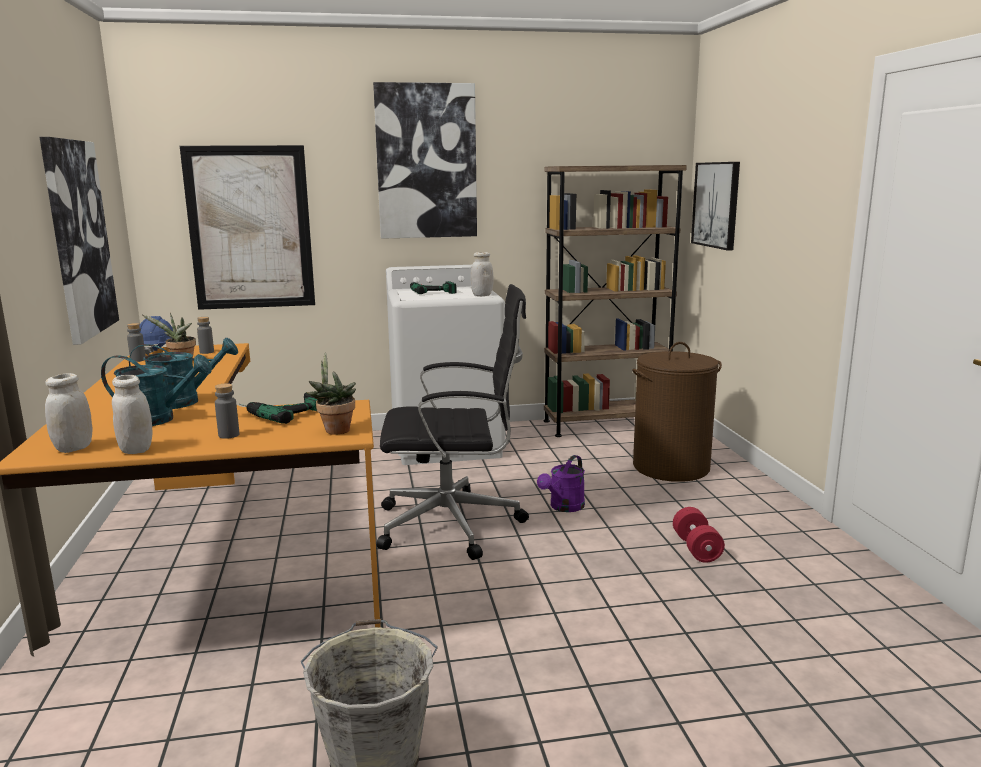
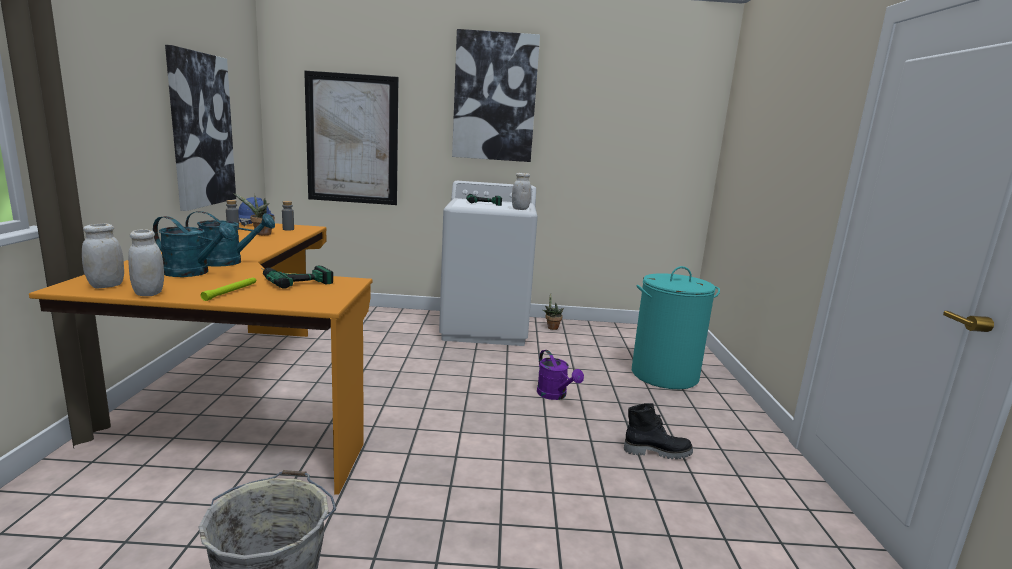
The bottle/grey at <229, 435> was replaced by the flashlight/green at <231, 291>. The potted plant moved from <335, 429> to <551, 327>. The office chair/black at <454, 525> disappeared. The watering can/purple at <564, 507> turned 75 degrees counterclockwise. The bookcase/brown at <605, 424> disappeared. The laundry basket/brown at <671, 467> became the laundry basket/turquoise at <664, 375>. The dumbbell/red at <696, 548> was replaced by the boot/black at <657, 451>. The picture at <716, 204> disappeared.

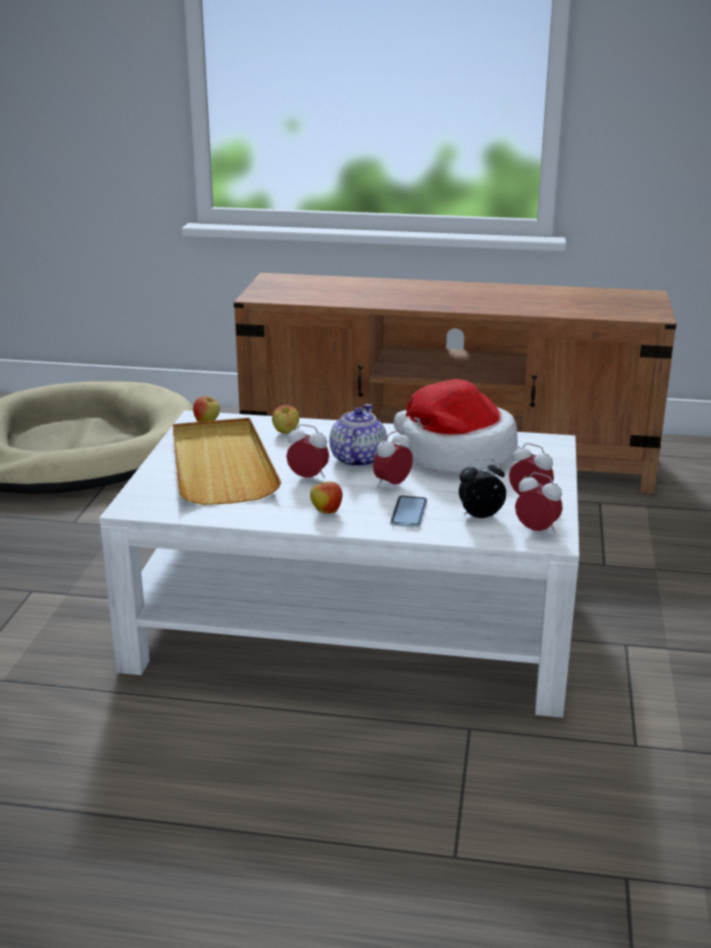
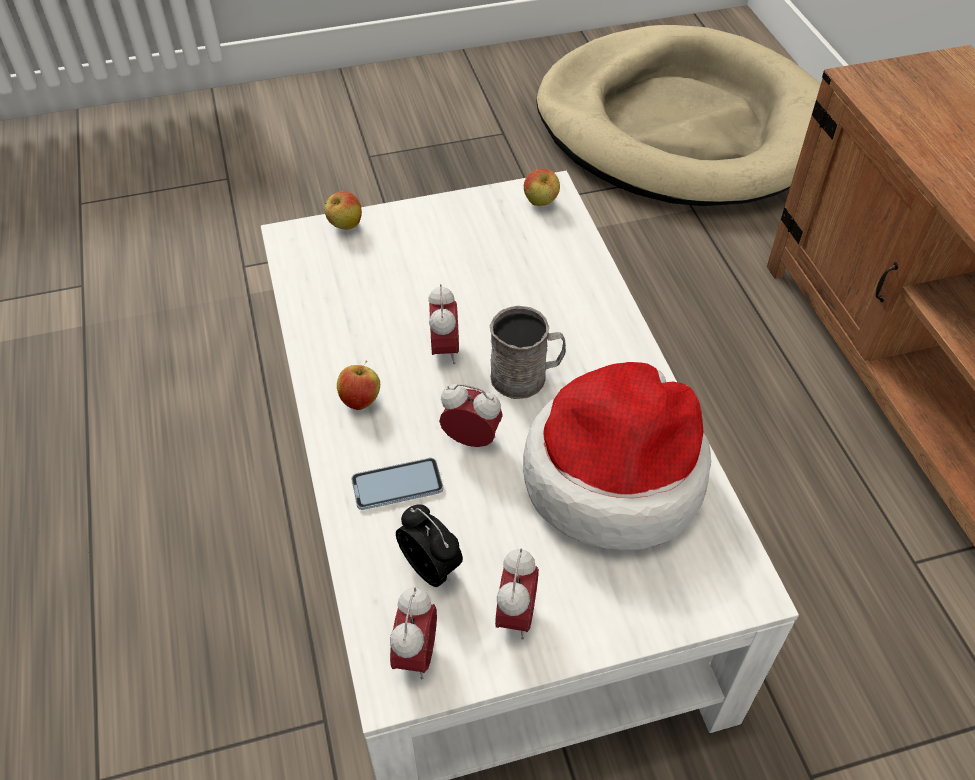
The tray/beige at <221, 465> disappeared. The apple moved from <286, 433> to <345, 226>. The teapot at <357, 459> was replaced by the mug/grey at <526, 376>.

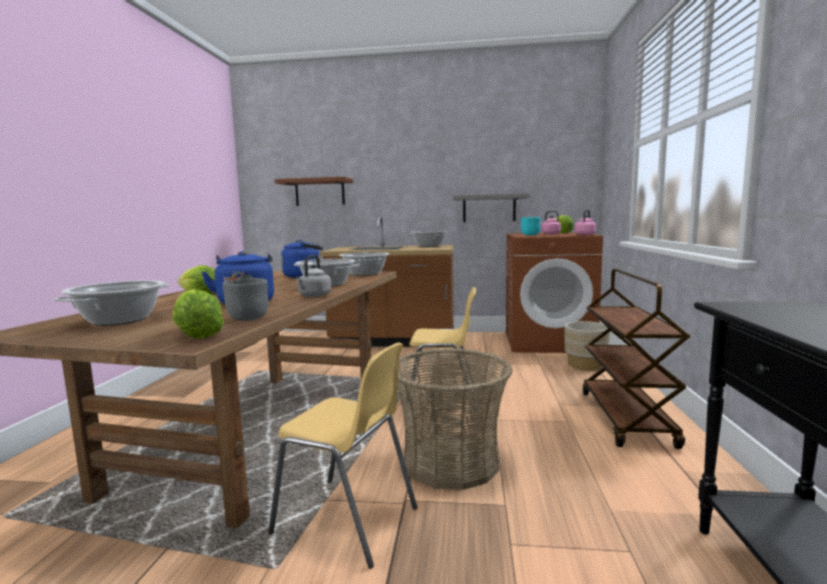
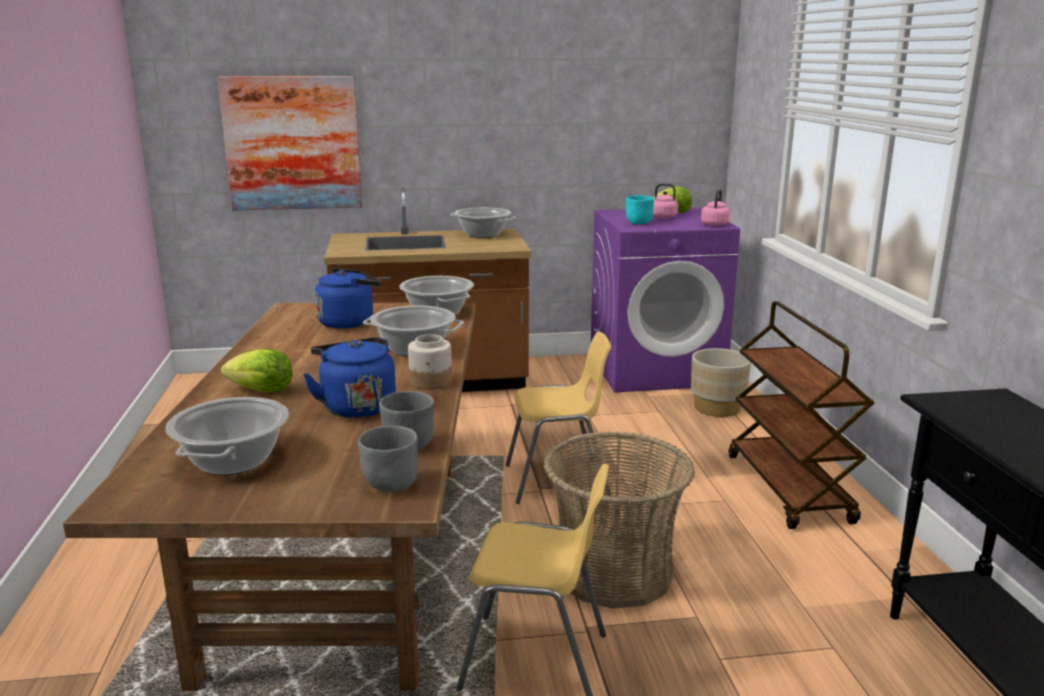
The lettuce at <197, 335> was replaced by the bowl/grey at <390, 486>. The shelf/brown at <320, 192> was replaced by the picture at <292, 143>. The kettle/grey at <314, 296> was replaced by the jar at <431, 382>. The shelf/grey at <489, 208> disappeared. The washing machine/brown at <548, 342> became the washing machine/purple at <656, 370>.

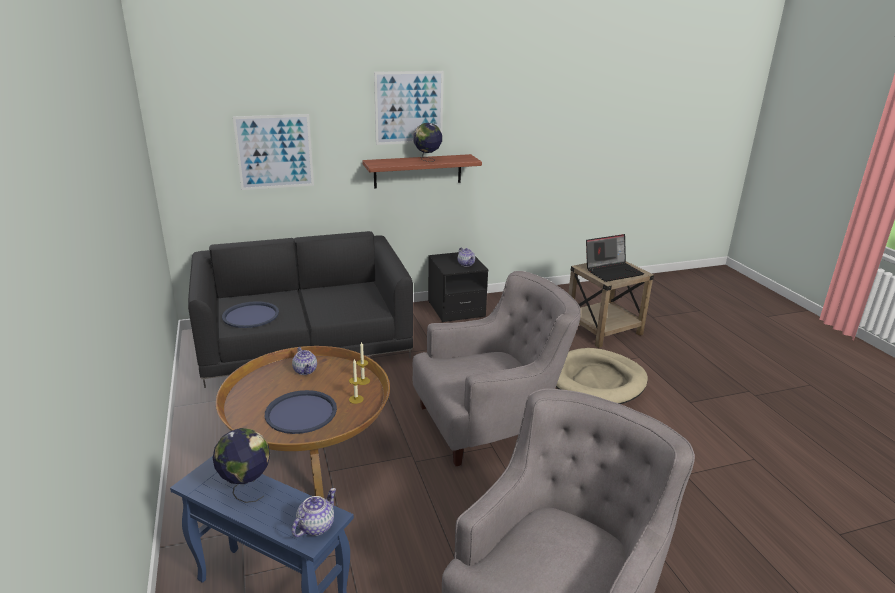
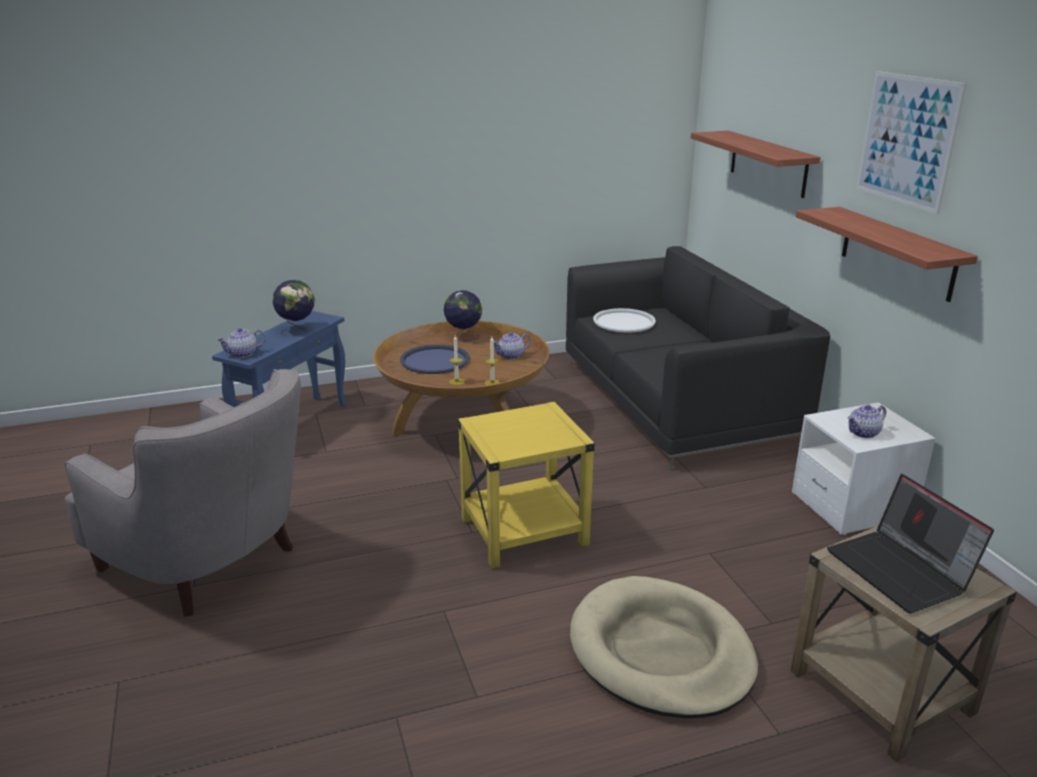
The tray/blue at <251, 315> became the tray/white at <624, 321>. The picture at <274, 152> was replaced by the shelf at <768, 163>. The teapot at <315, 526> turned 120 degrees clockwise. The globe moved from <427, 160> to <463, 337>. The armchair/grey at <490, 422> was replaced by the side table/yellow at <523, 532>. The nightstand/black at <456, 309> became the nightstand/white at <852, 506>.

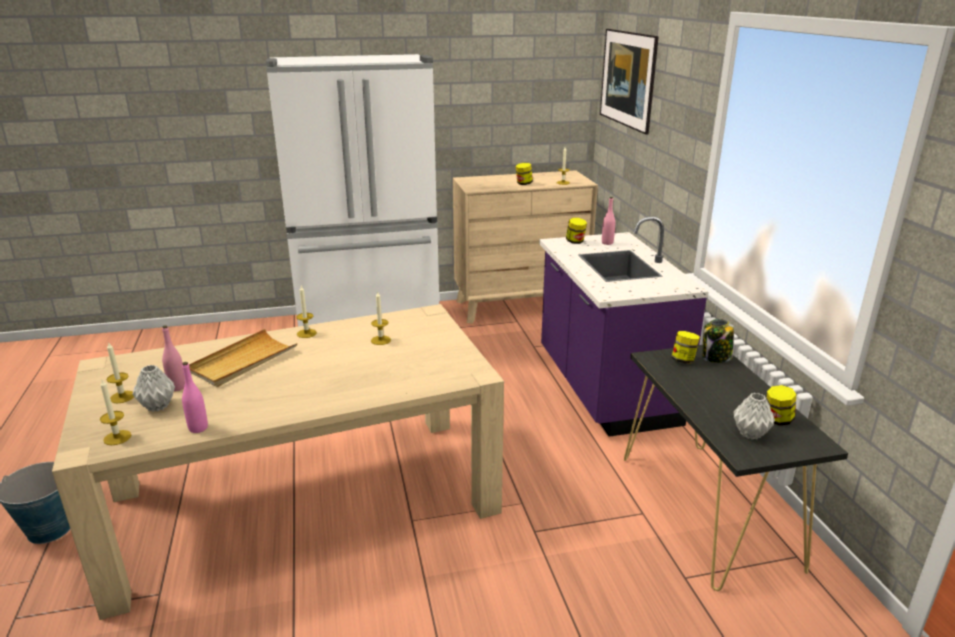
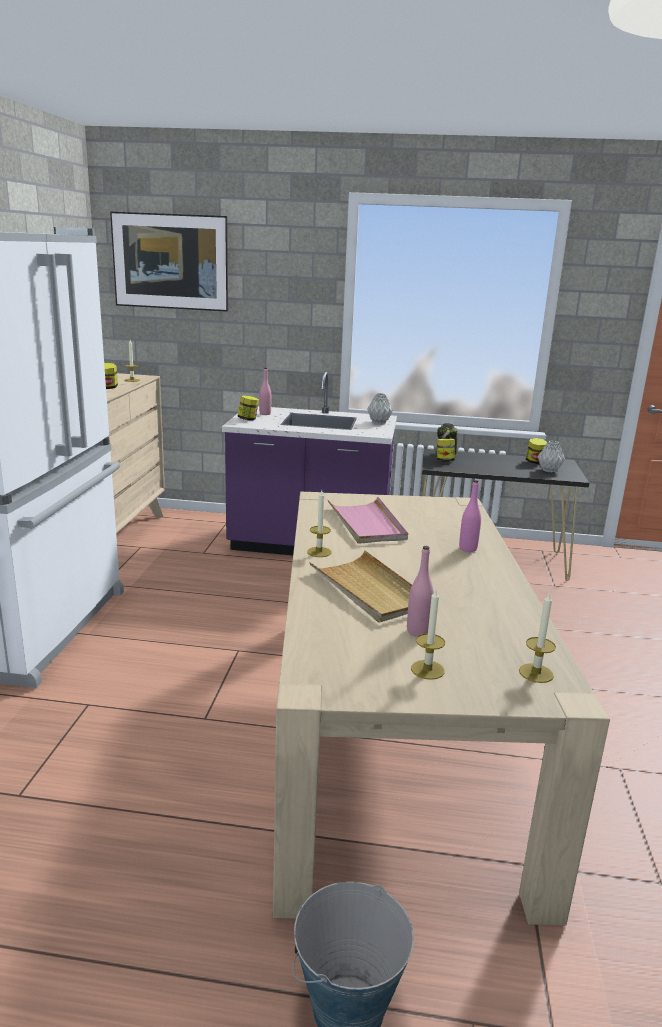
The vase/grey moved from <157, 406> to <378, 422>. The bottle/pink moved from <198, 428> to <468, 549>. The candle at <380, 340> was replaced by the tray/pink at <367, 524>.

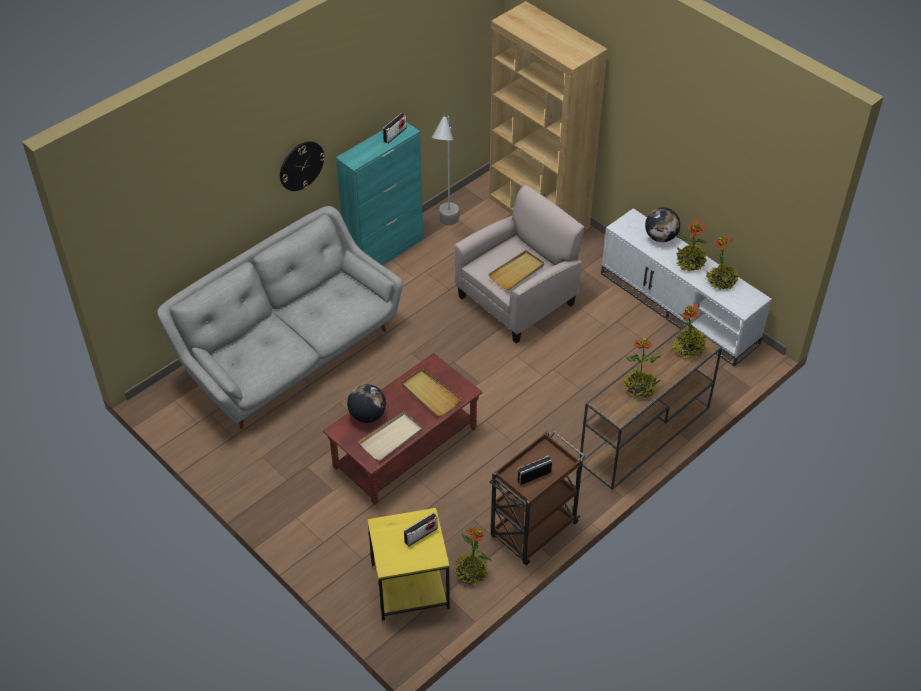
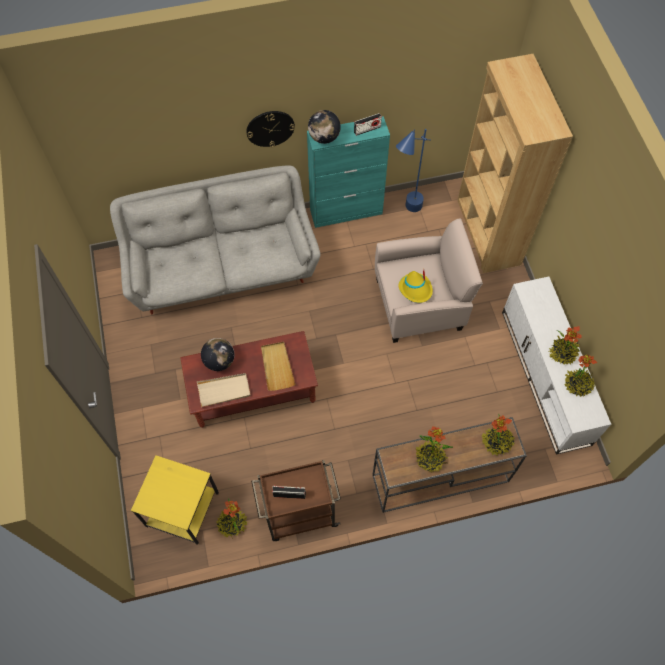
The radio at <421, 535> disappeared. The floor lamp/grey at <446, 230> became the floor lamp/blue at <405, 214>. The tray/beige at <517, 272> was replaced by the hat/yellow at <416, 289>. The globe moved from <660, 237> to <324, 137>.

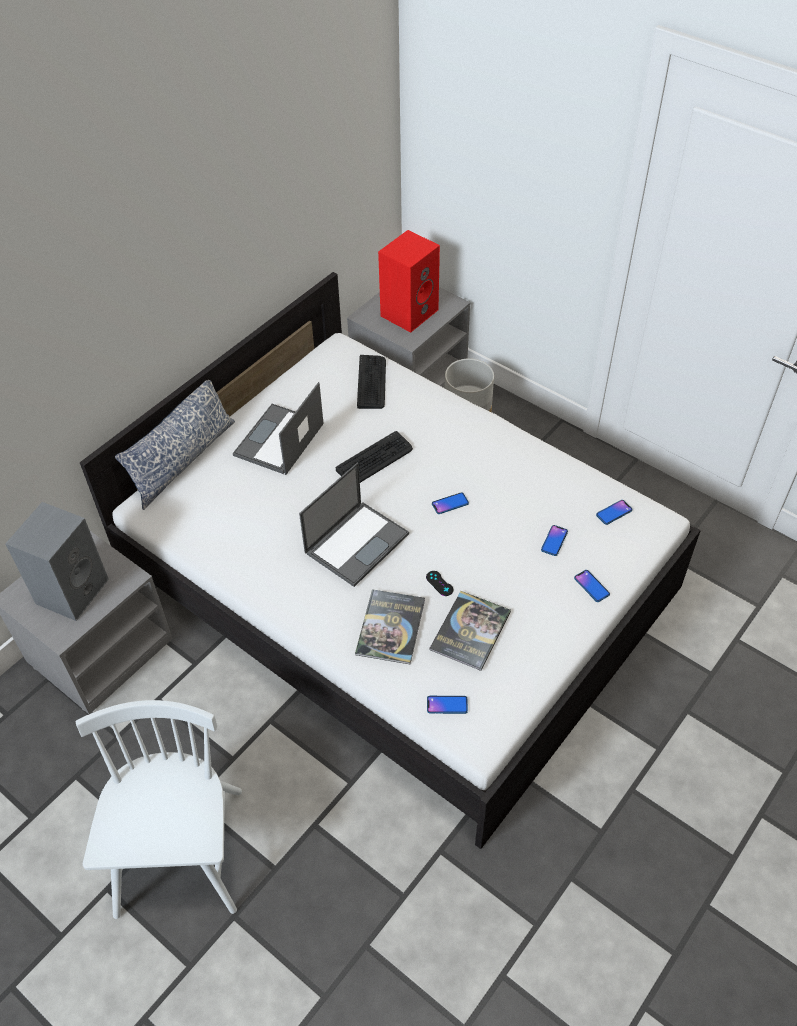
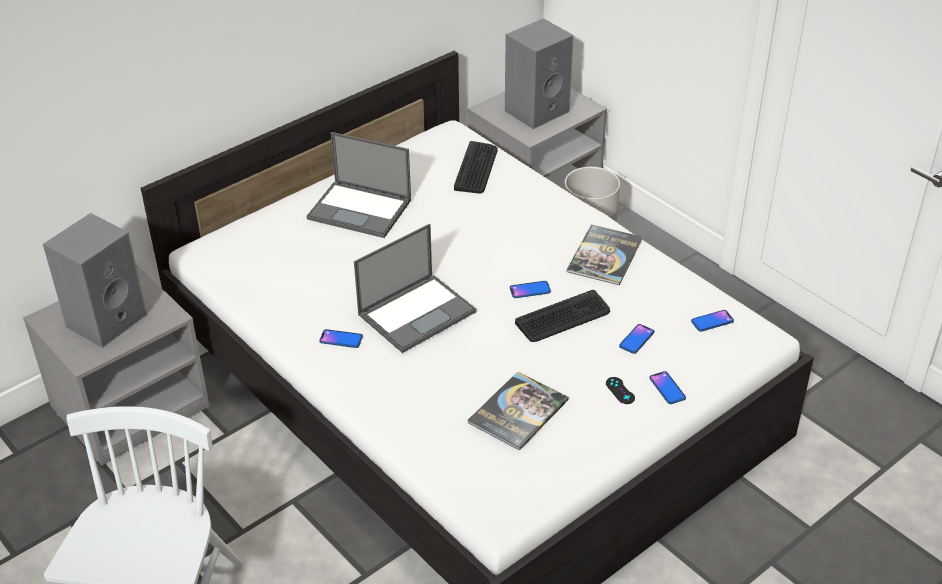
The pillow at <183, 460> disappeared. The laptop at <279, 440> turned 105 degrees counterclockwise. The keyboard moved from <375, 459> to <563, 317>. The book moved from <390, 627> to <604, 256>. The speaker/red at <409, 312> became the speaker/grey at <537, 110>. The game controller/black moved from <439, 583> to <620, 390>. The phone moved from <447, 705> to <341, 339>.

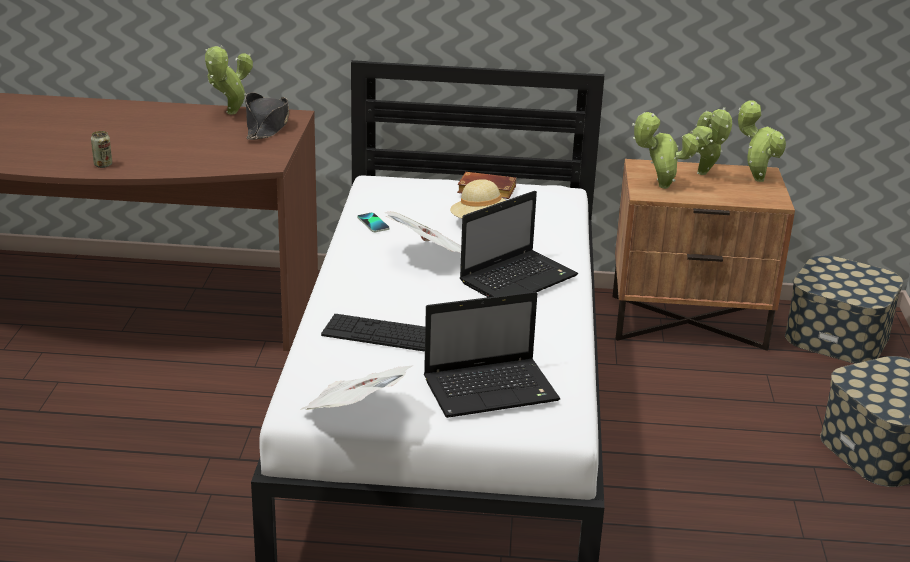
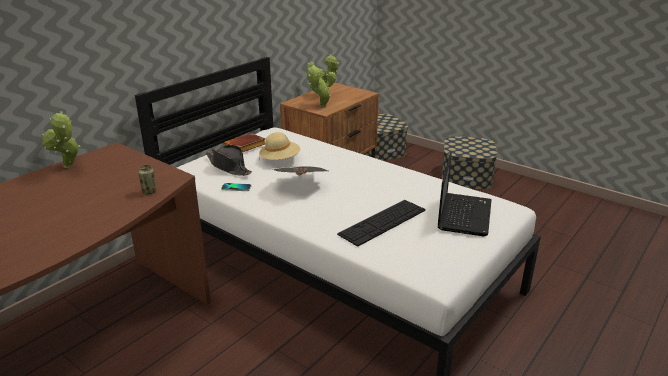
The can moved from <103, 165> to <149, 191>. The hat/black moved from <267, 126> to <229, 166>. The newspaper at <356, 412> disappeared. The laptop at <519, 278> disappeared. The potted plant at <755, 178> disappeared.

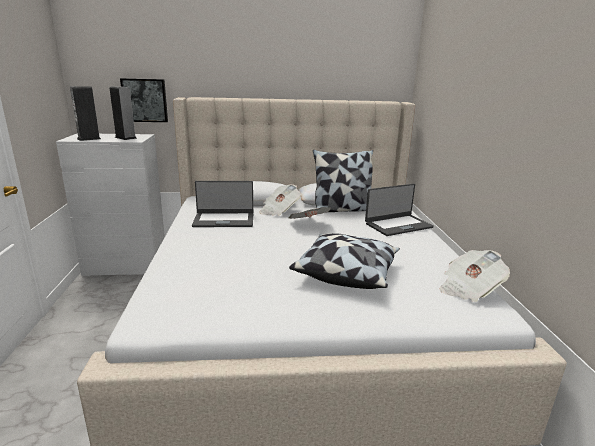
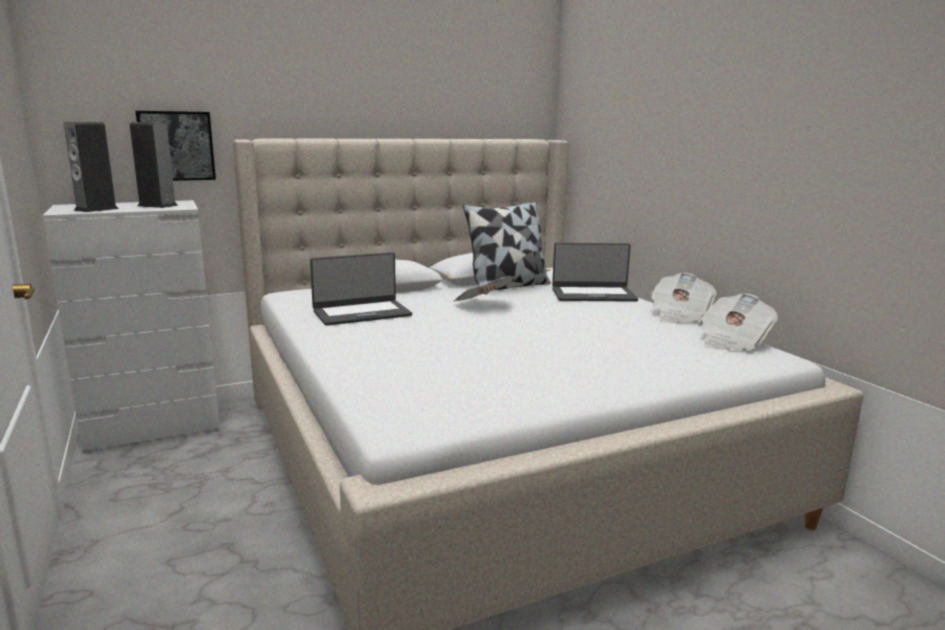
The newspaper moved from <279, 210> to <679, 315>. The pillow at <346, 273> disappeared. The laptop at <398, 225> turned 45 degrees clockwise.

